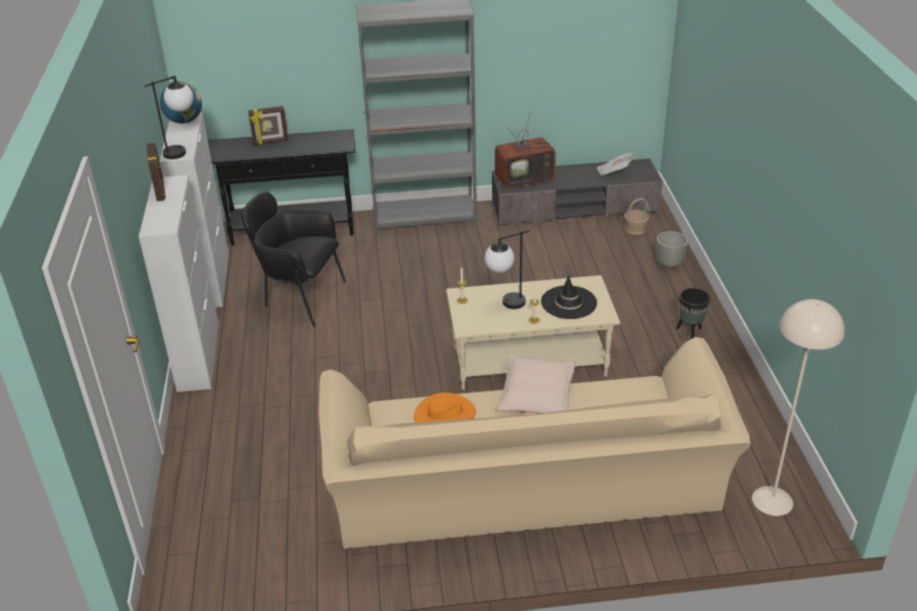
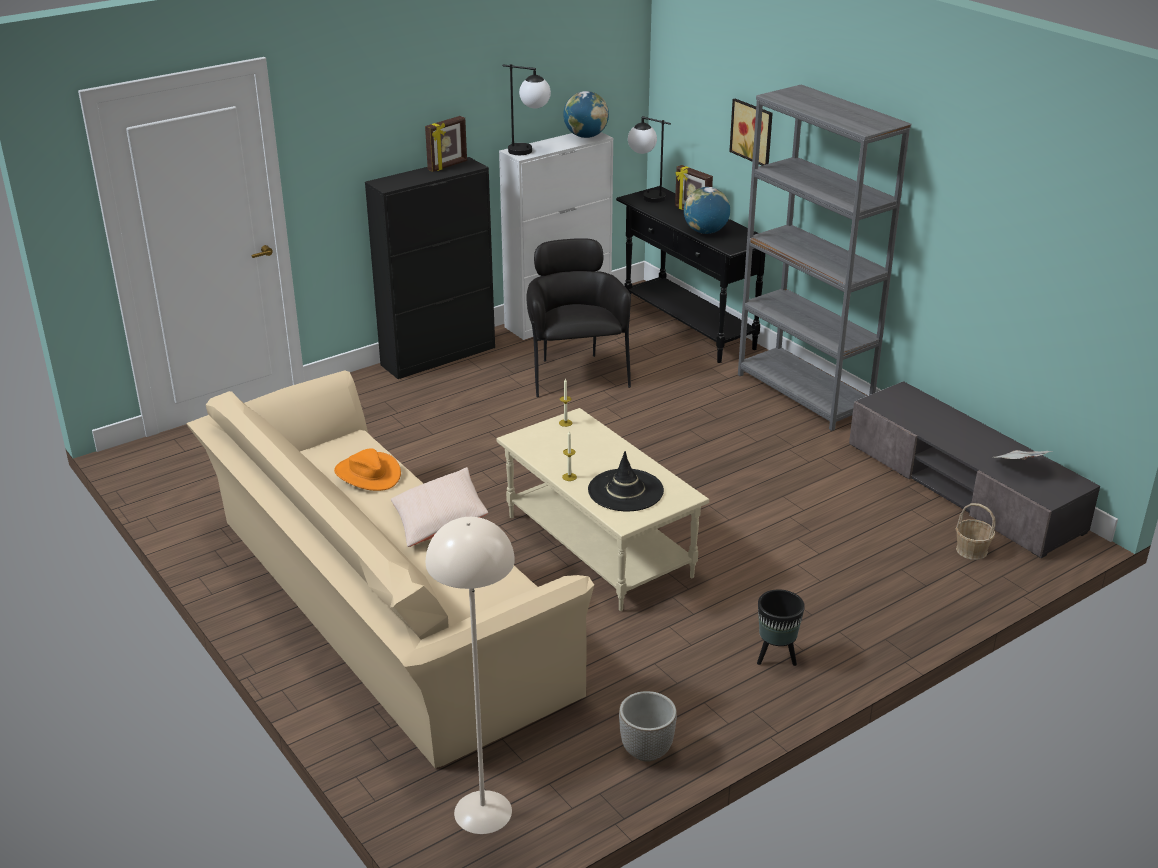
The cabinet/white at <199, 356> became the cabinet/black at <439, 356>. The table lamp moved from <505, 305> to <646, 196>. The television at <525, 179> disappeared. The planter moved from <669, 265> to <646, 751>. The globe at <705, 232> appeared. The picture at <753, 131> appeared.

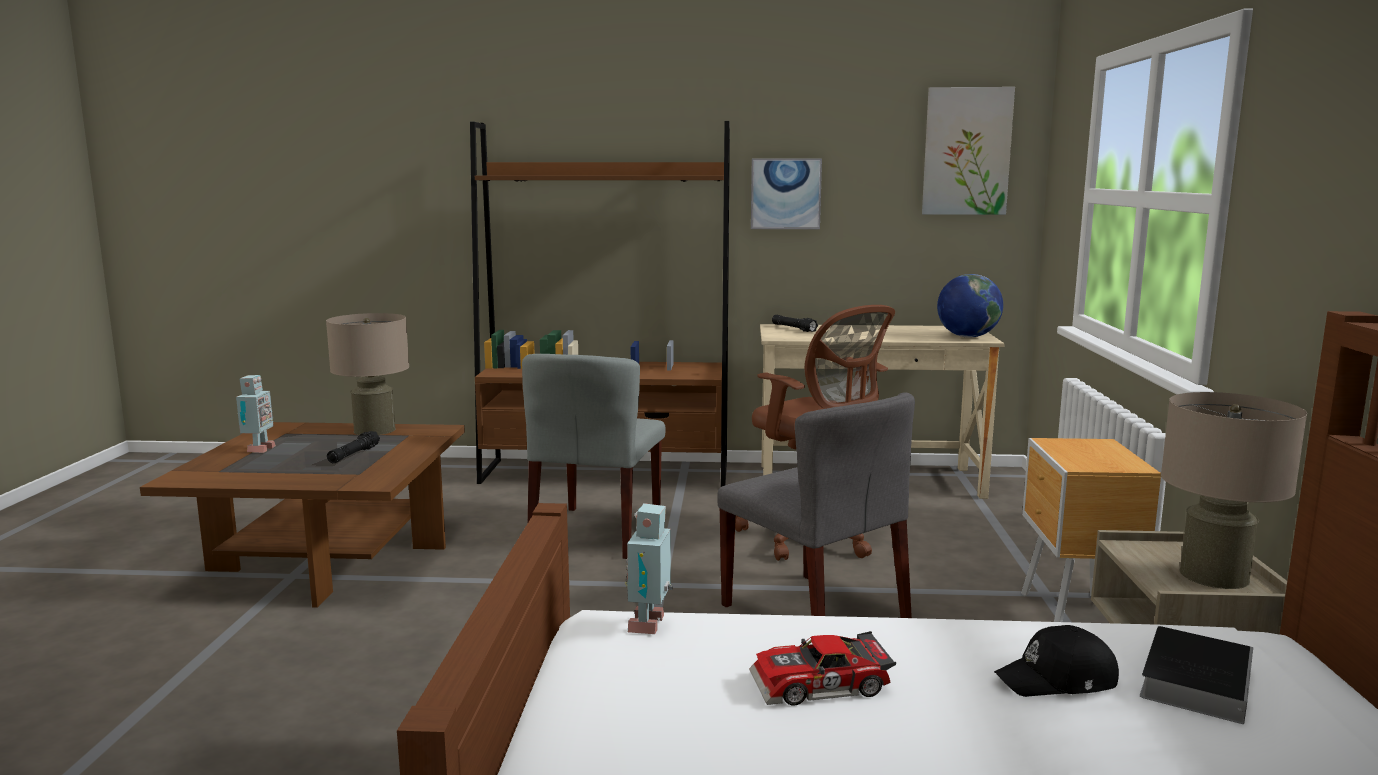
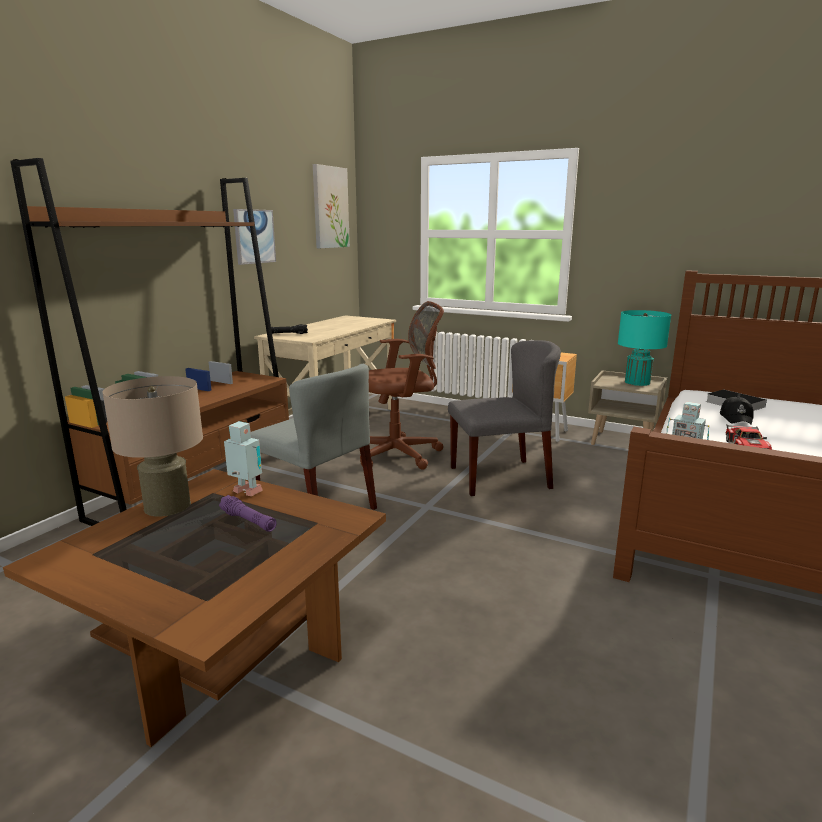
The toy robot moved from <258, 450> to <246, 493>. The flashlight/black at <354, 455> became the flashlight/purple at <248, 521>. The globe at <967, 337> disappeared. The table lamp/beige at <1214, 575> became the table lamp/turquoise at <637, 382>.

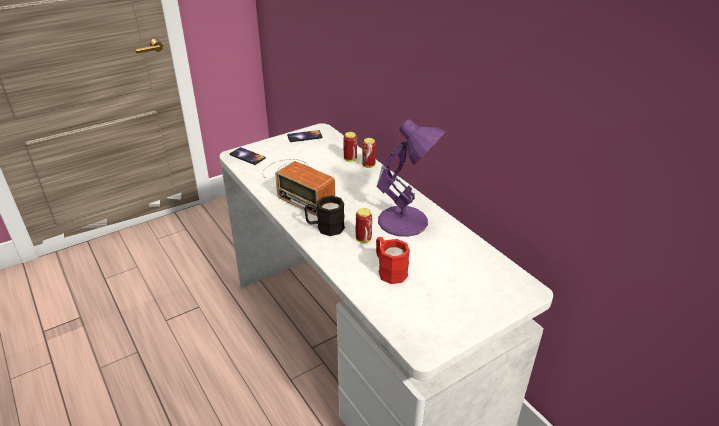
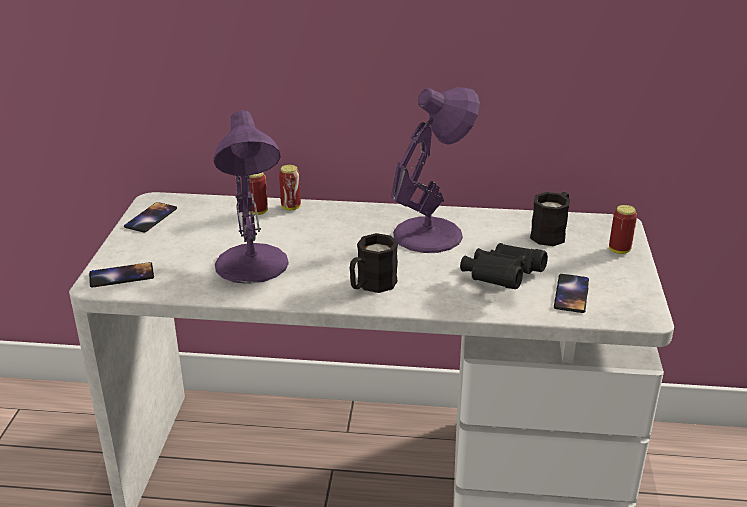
The radio at <298, 184> was replaced by the table lamp/purple at <252, 265>. The can moved from <363, 239> to <619, 250>. The mug/red at <389, 270> was replaced by the binoculars/black at <501, 280>. The mug/black at <551, 233> appeared. The phone at <571, 294> appeared.

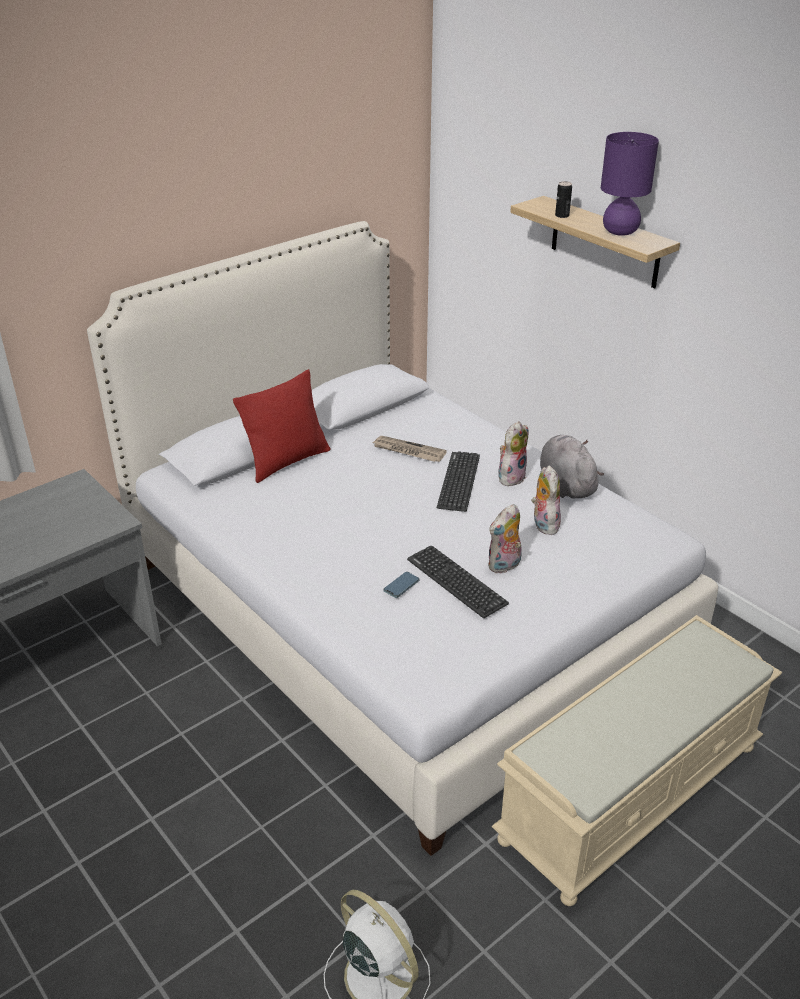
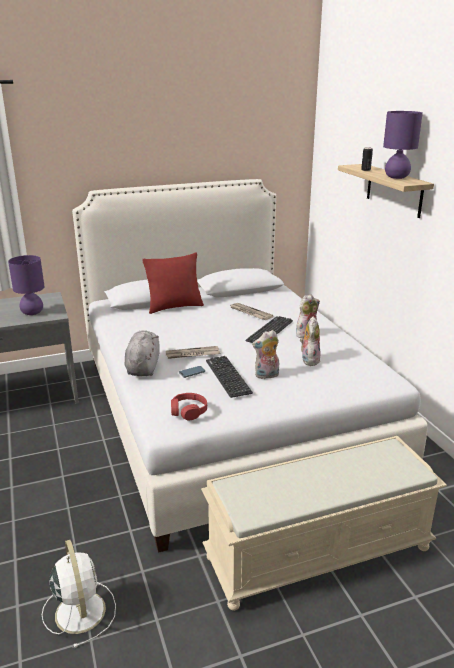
The plush toy/grey moved from <566, 484> to <143, 367>. The table lamp/purple at <32, 312> appeared. The newspaper at <192, 354> appeared. The headphones/red at <188, 411> appeared.

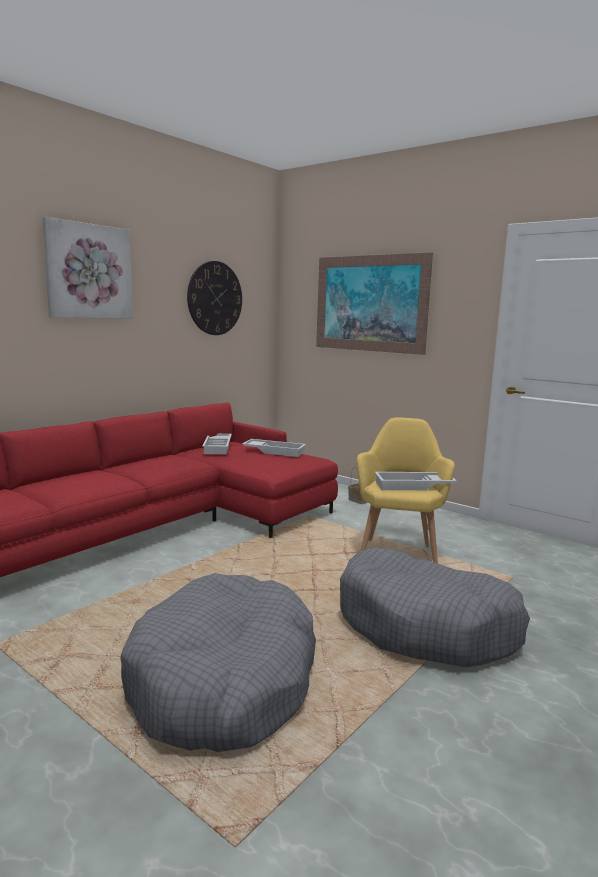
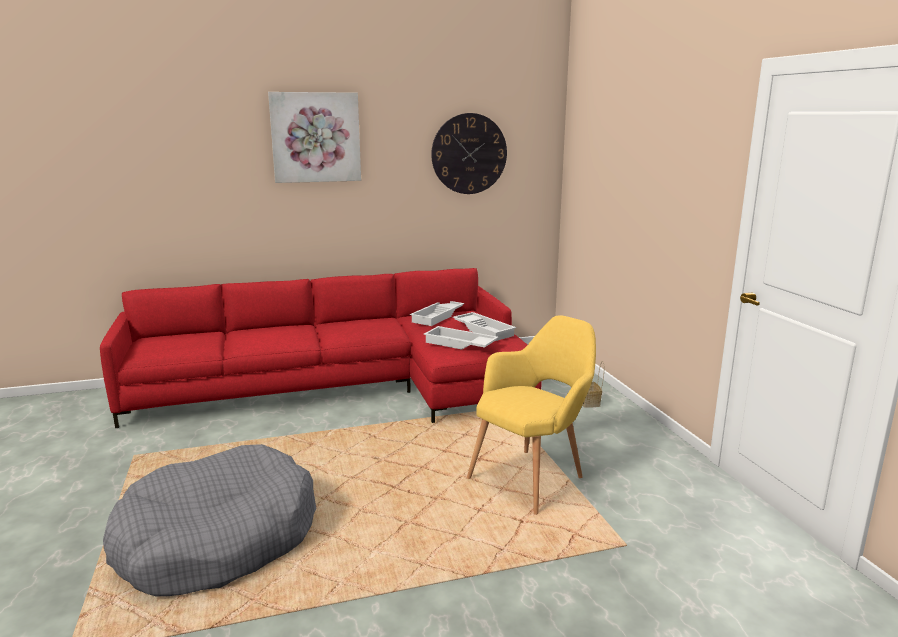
The picture at <370, 303> disappeared. The dog bed/grey at <426, 626> disappeared. The tray/white moved from <413, 486> to <459, 344>.

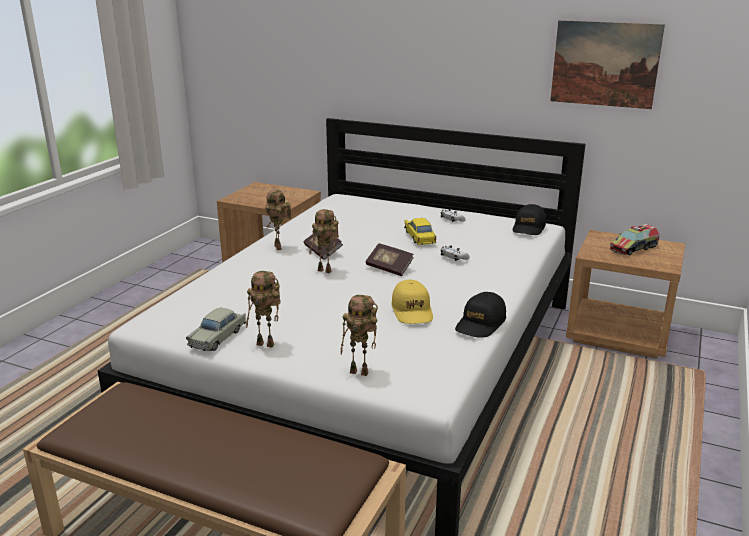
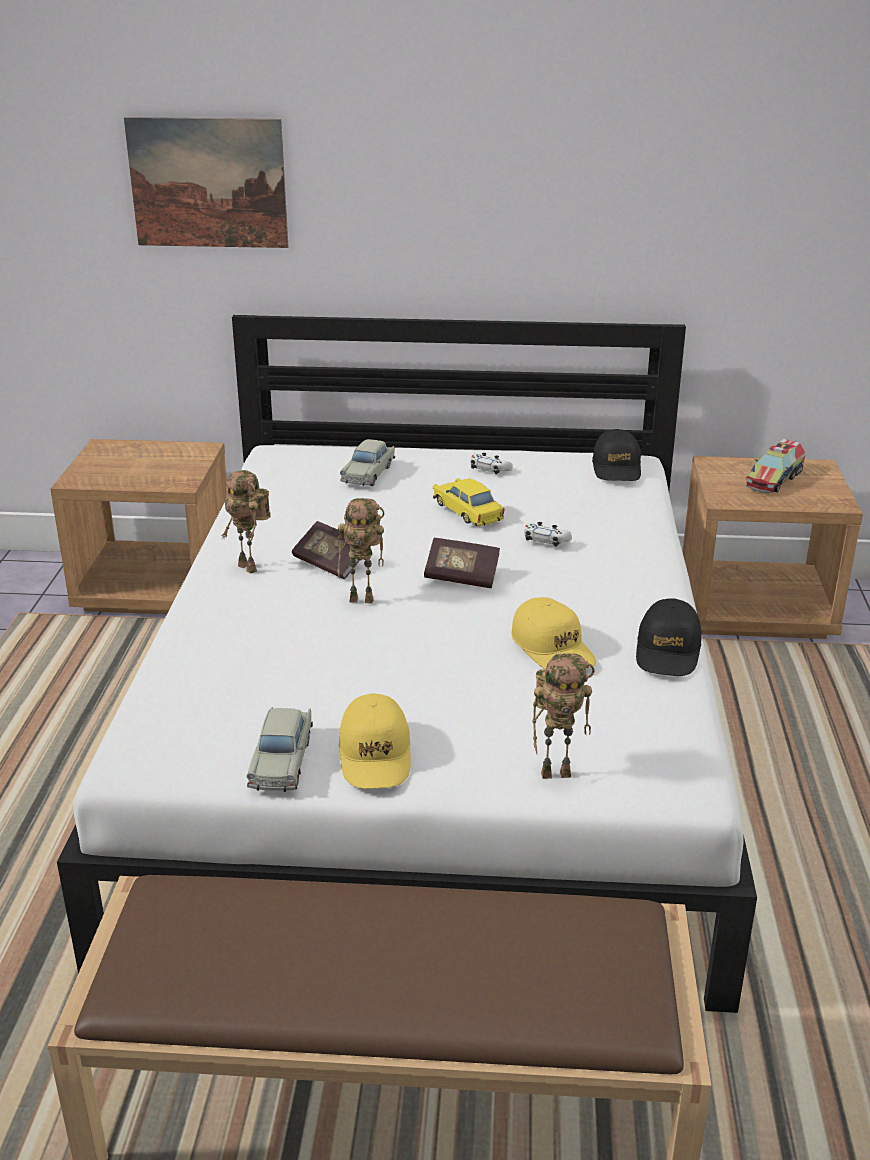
The toy robot at <267, 344> was replaced by the cap/yellow at <375, 755>. The picture moved from <605, 64> to <208, 183>. The toy car/beige at <369, 473> appeared.

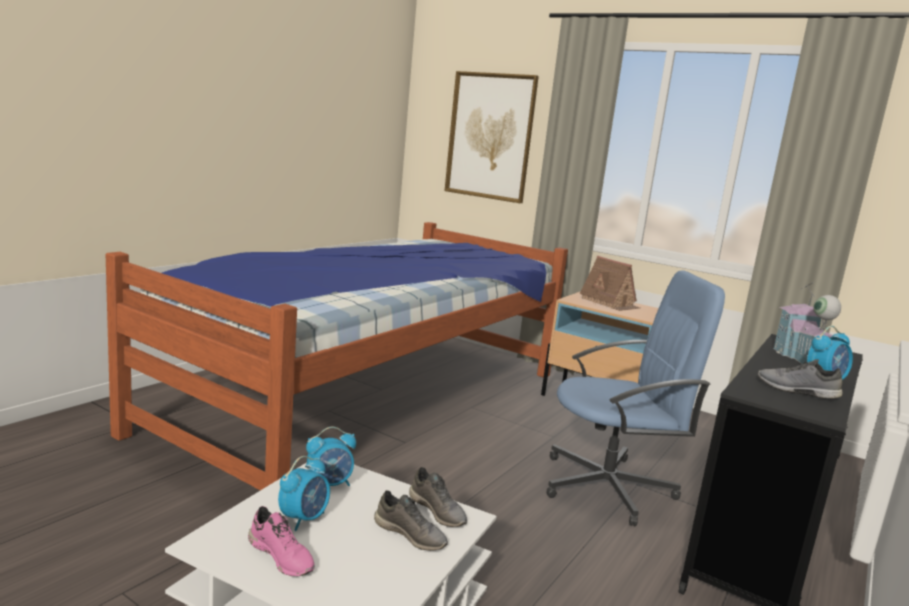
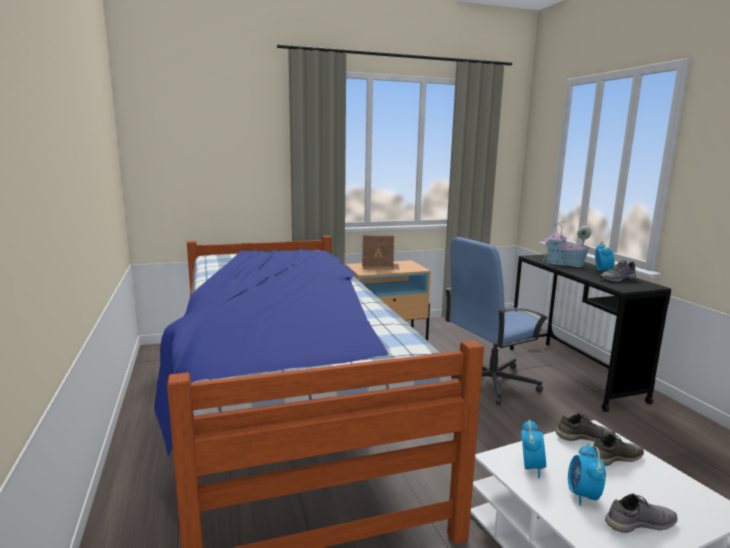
The shoe/pink at <282, 556> became the shoe/grey at <639, 523>. The alarm clock at <304, 518> turned 150 degrees counterclockwise. The picture at <490, 136> disappeared. The office chair/blue at <609, 487> turned 150 degrees counterclockwise.

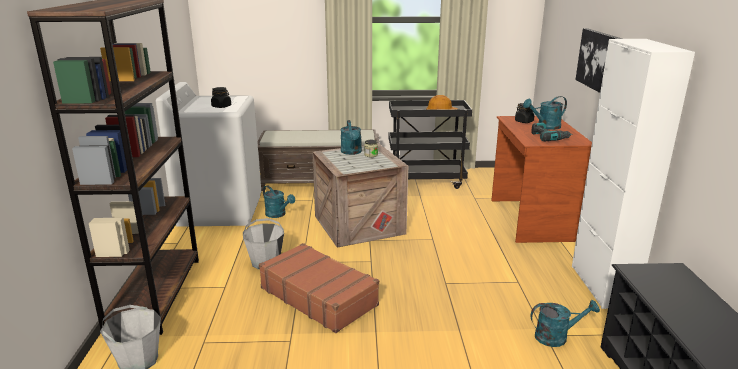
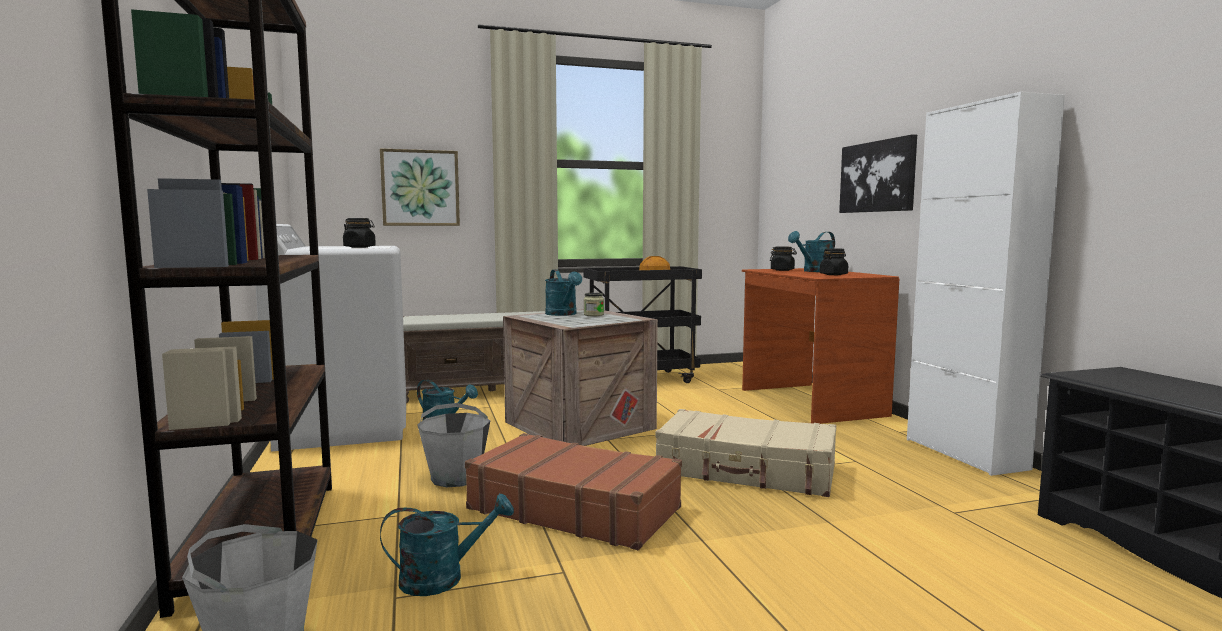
The watering can/turquoise moved from <556, 337> to <443, 578>. The power drill at <549, 137> was replaced by the jar/black at <833, 274>. The picture at <420, 188> appeared. The suitcase/beige at <746, 471> appeared.

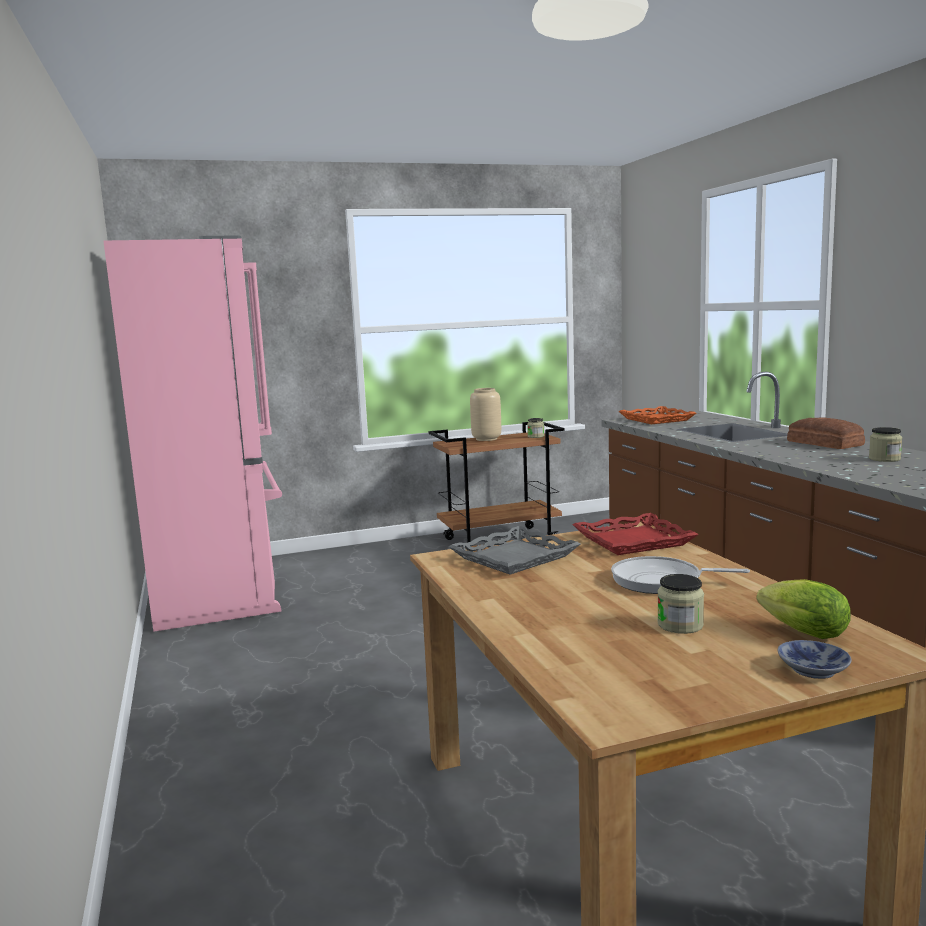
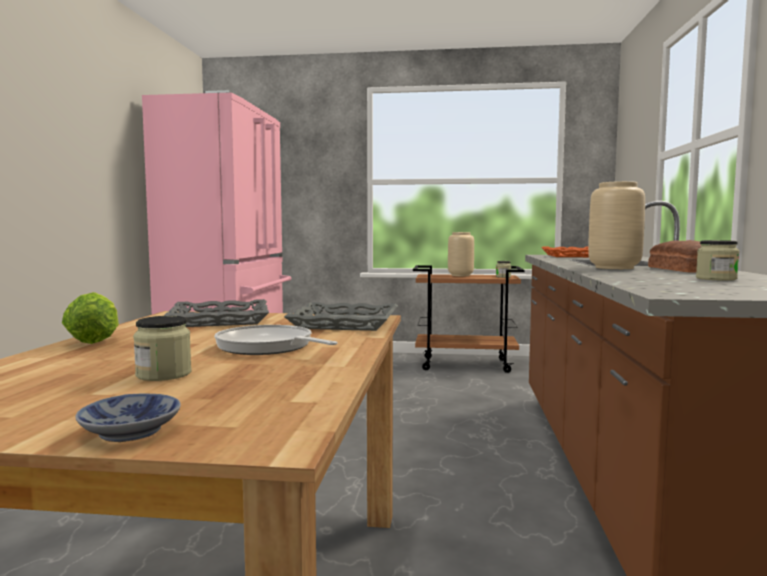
The tray/red at <633, 541> became the tray/grey at <345, 323>. The lettuce moved from <799, 632> to <95, 340>. The vase/beige at <613, 268> appeared.

